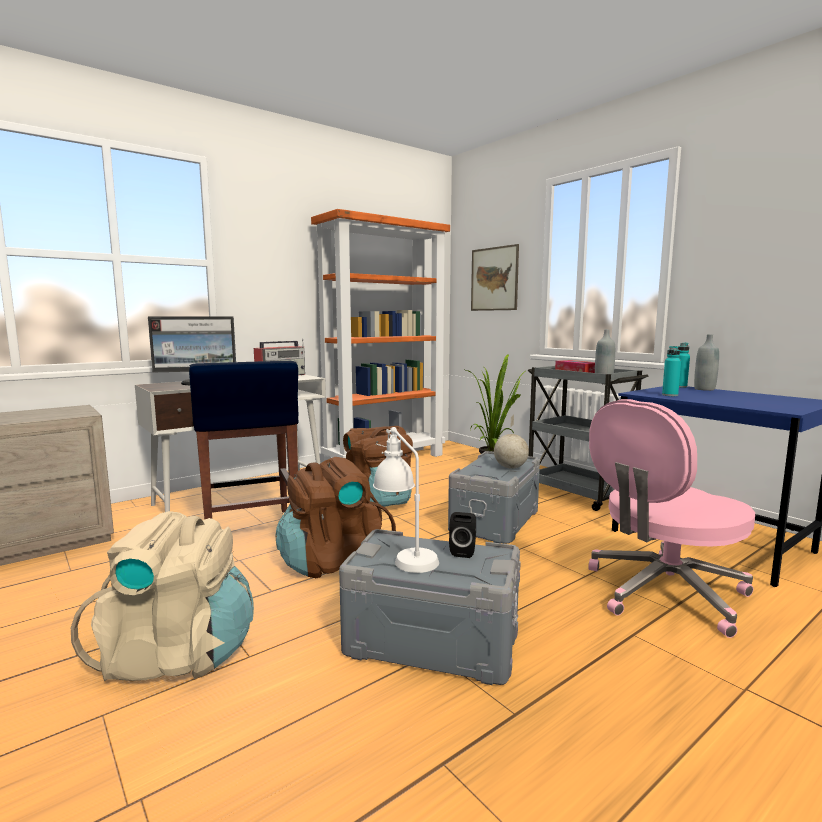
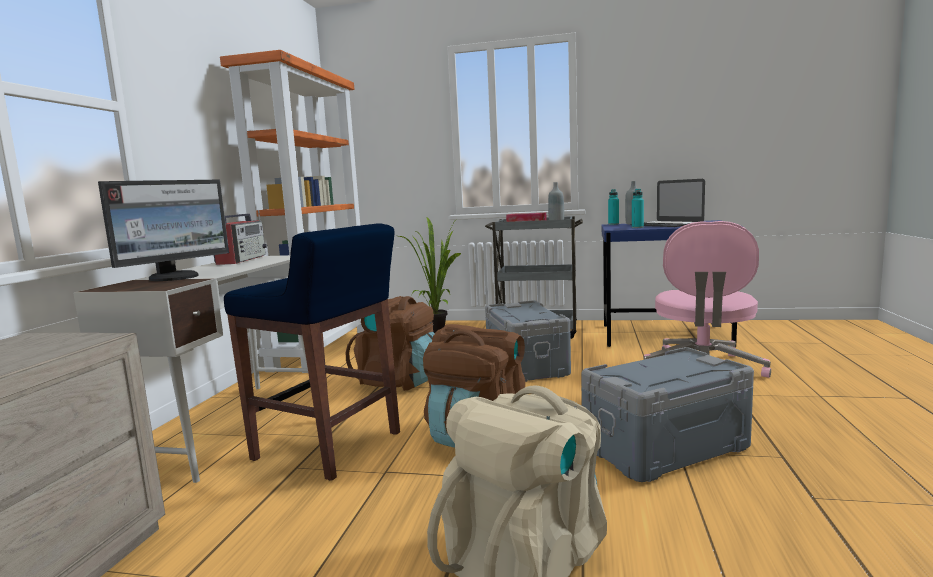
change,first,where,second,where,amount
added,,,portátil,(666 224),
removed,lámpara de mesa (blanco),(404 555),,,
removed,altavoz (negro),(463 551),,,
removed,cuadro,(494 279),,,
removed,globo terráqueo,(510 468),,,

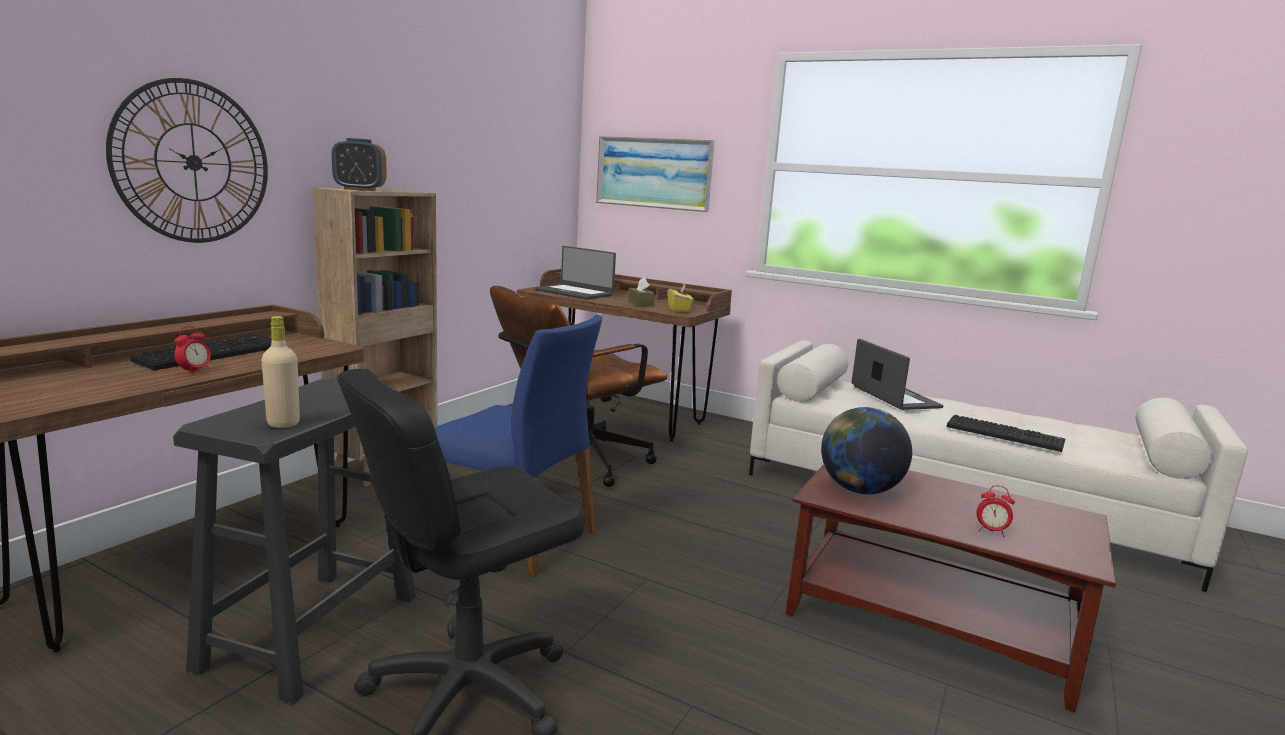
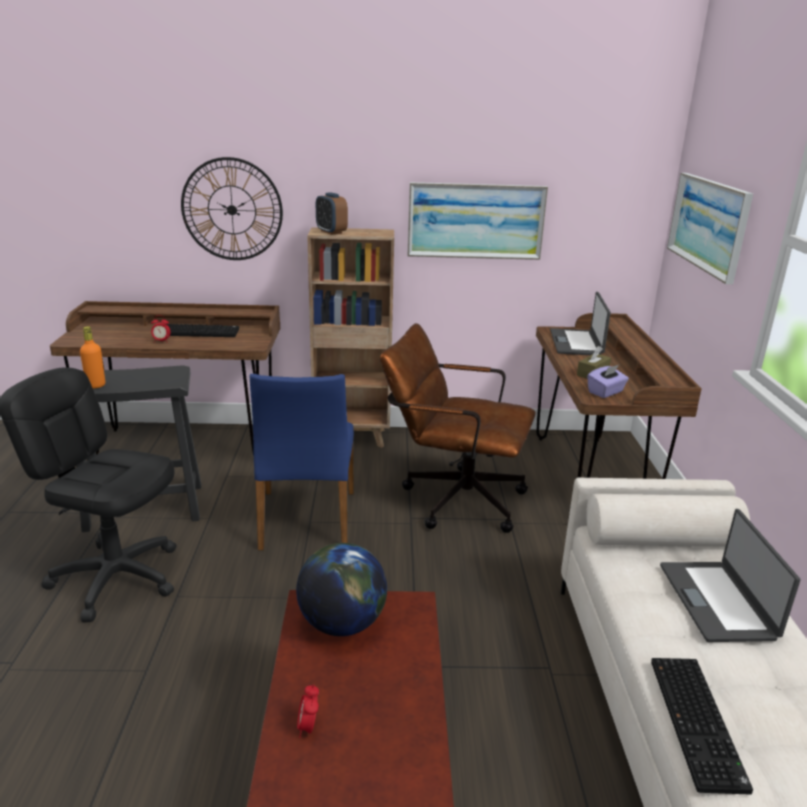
change,first,where,second,where,amount
recoloured,botella (beis),(283 423),botella (naranja),(96 385),
added,,,cuadro,(475 221),
recoloured,caja de pañuelos (amarillo),(679 310),caja de pañuelos (morado),(606 392),
turned,portátil,(893 397),,(718 601),135 degrees clockwise

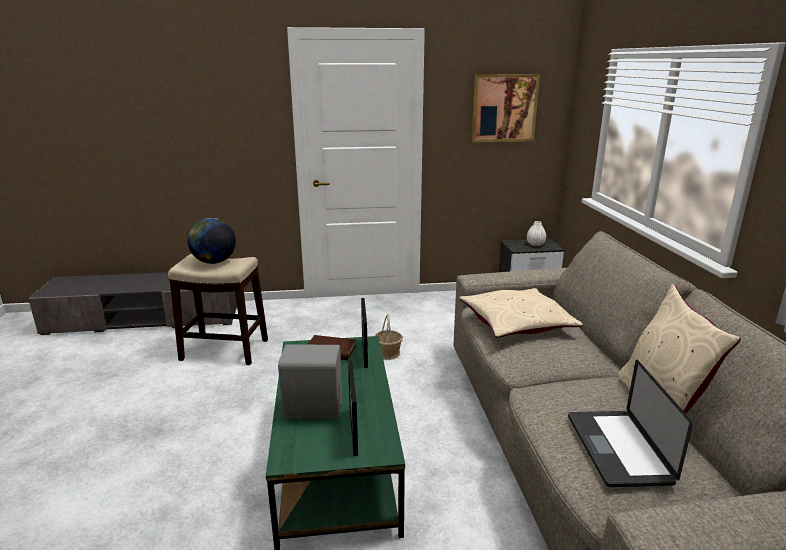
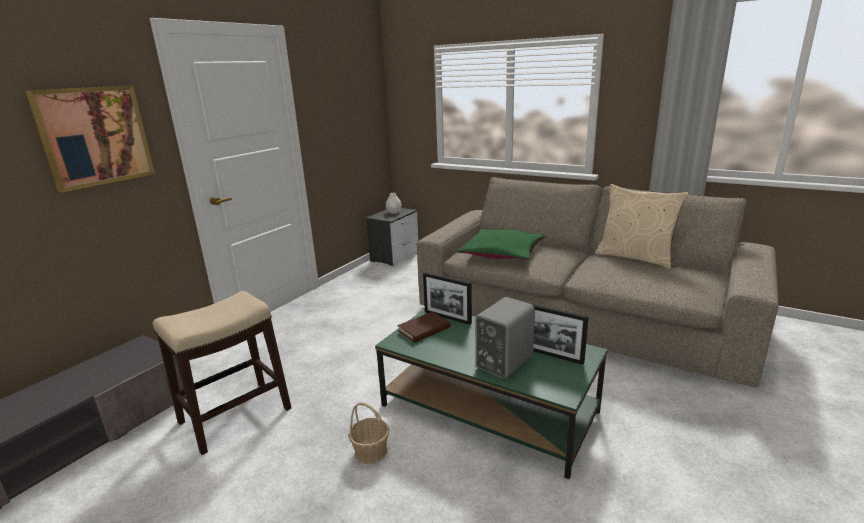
change,first,where,second,where,amount
moved,cuadro,(504 108),,(95 136),
moved,cesta,(388 353),,(371 452),
recoloured,cojín (beis),(516 323),cojín (verde),(502 253),
removed,globo terráqueo,(214 262),,,
removed,portátil,(617 448),,,

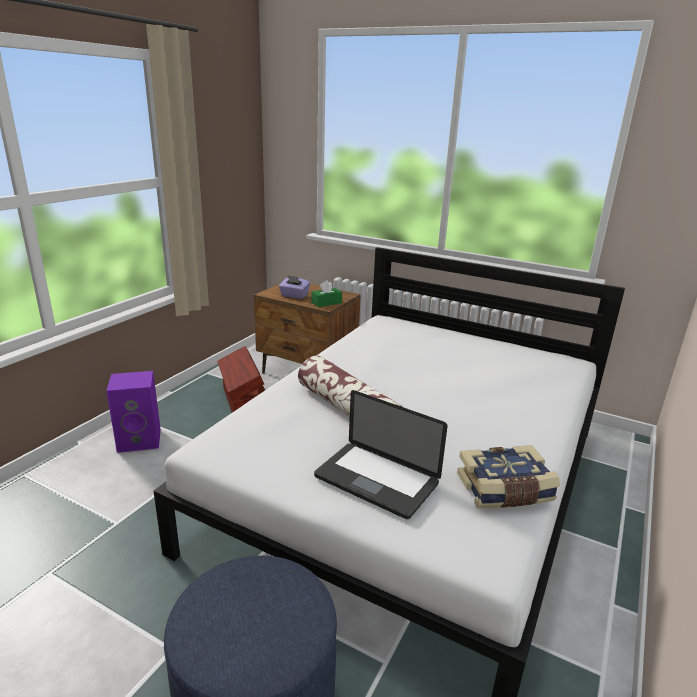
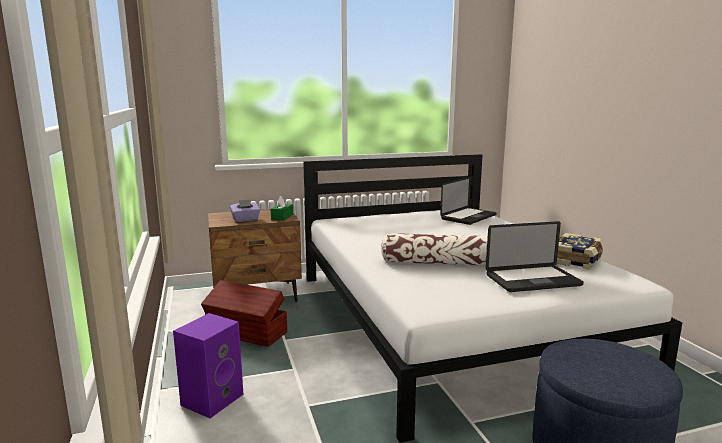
change,first,where,second,where,amount
added,,,portátil,(468 217),

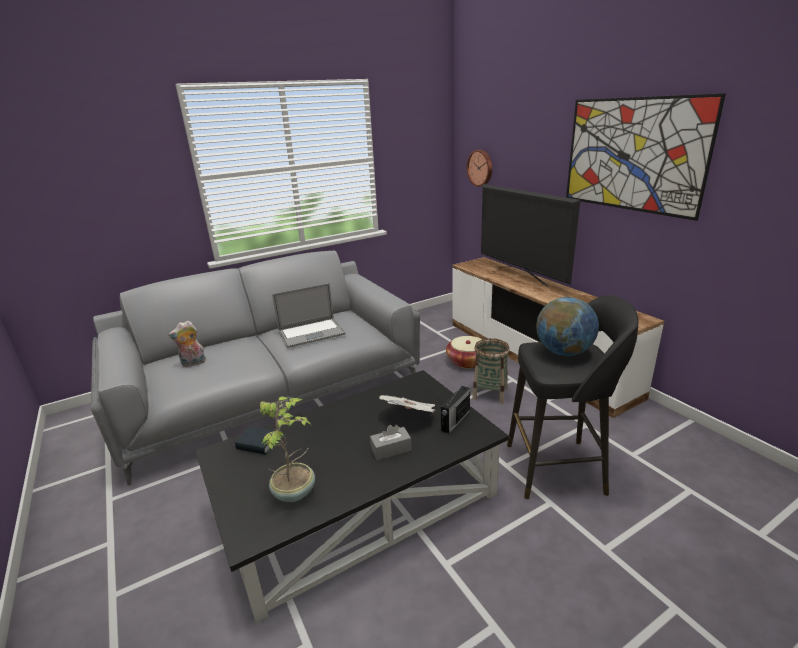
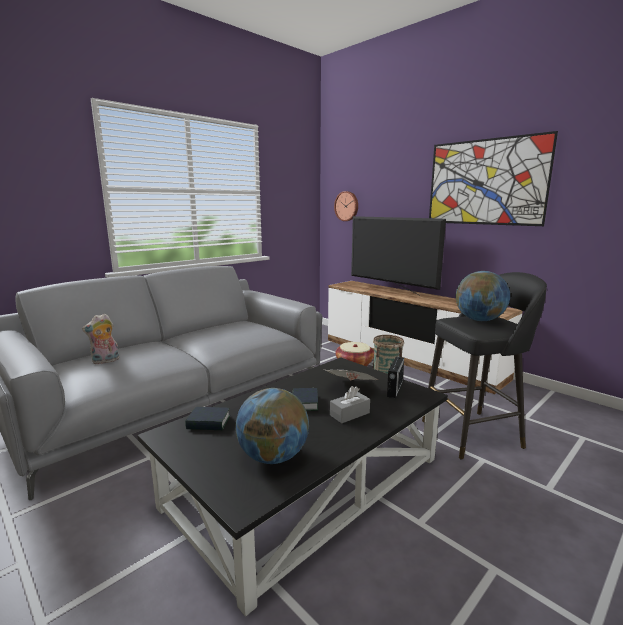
change,first,where,second,where,amount
replaced,planta en maceta,(295 492),globo terráqueo,(273 457),
added,,,libro,(304 403),
removed,portátil,(311 333),,,

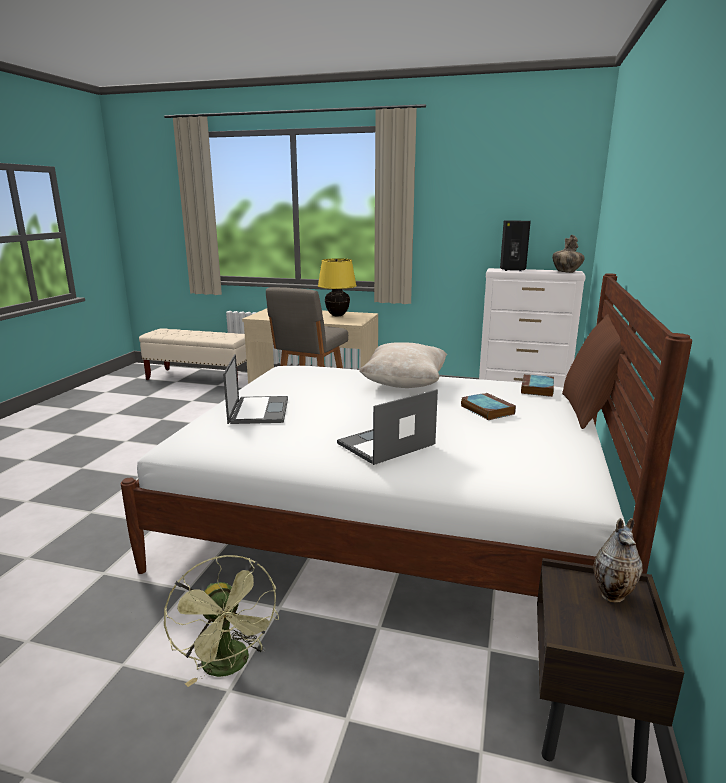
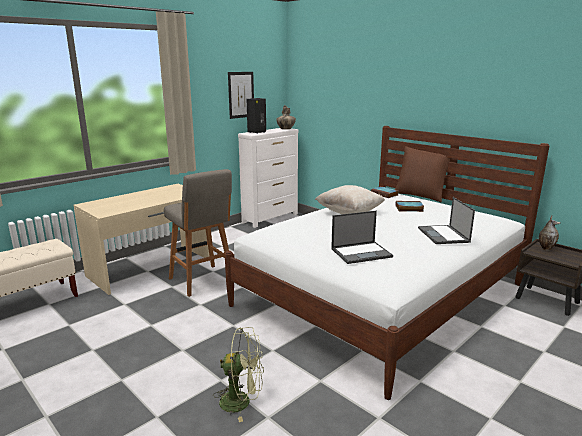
change,first,where,second,where,amount
moved,ventilador (verde),(230 666),,(242 401),
added,,,cuadro,(241 95),
turned,portátil,(259 410),,(362 253),135 degrees clockwise
removed,lámpara de mesa (amarillo),(337 315),,,

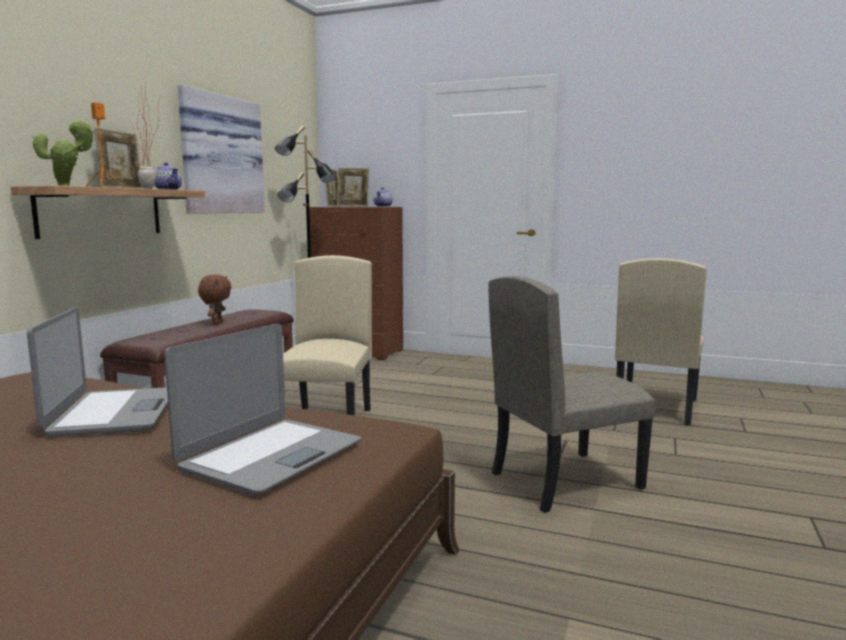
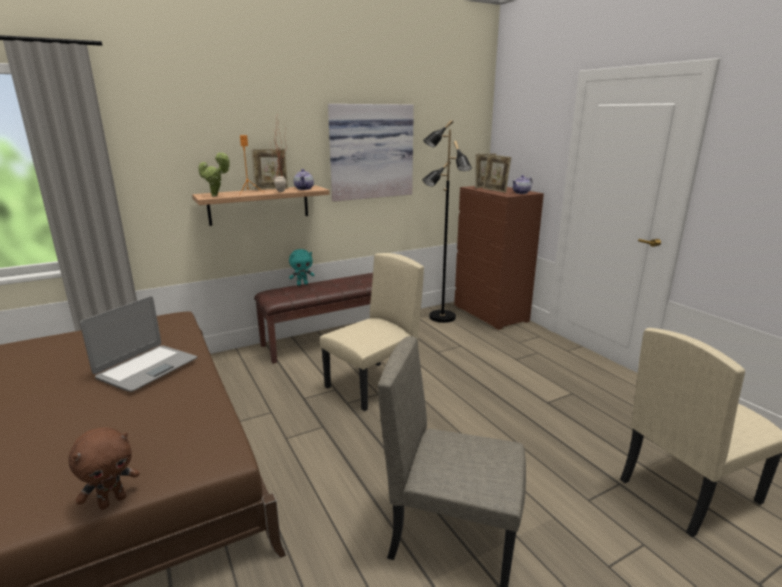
change,first,where,second,where,amount
moved,peluche (marrón),(216 323),,(112 501),
added,,,peluche (turquesa),(302 284),
removed,portátil,(271 456),,,

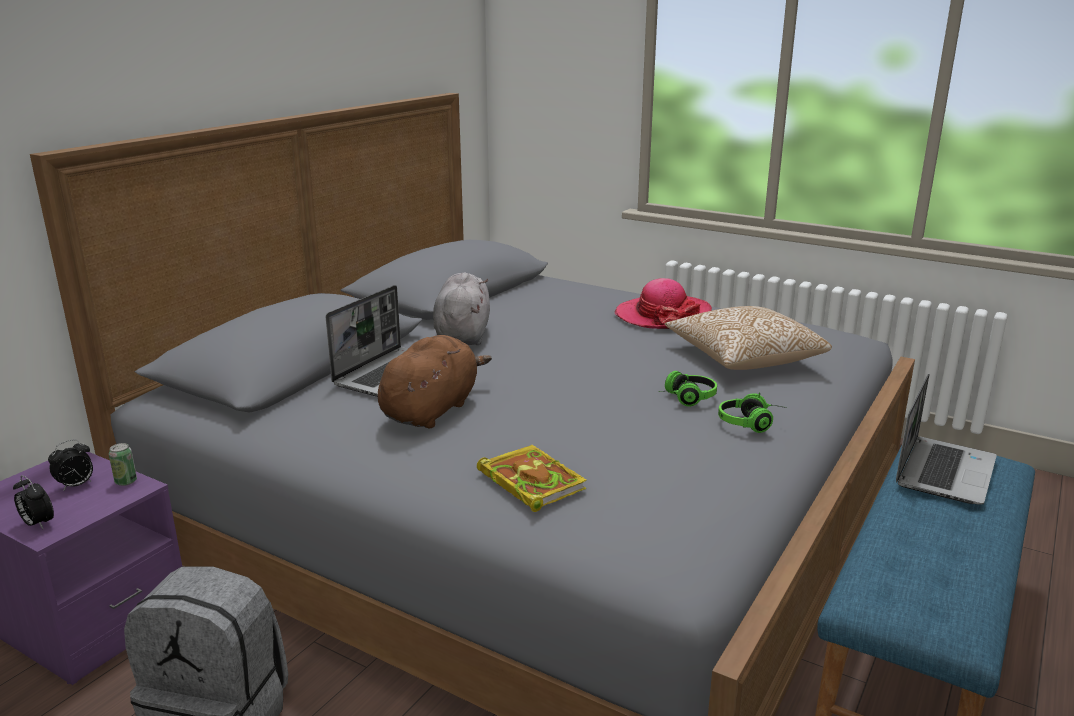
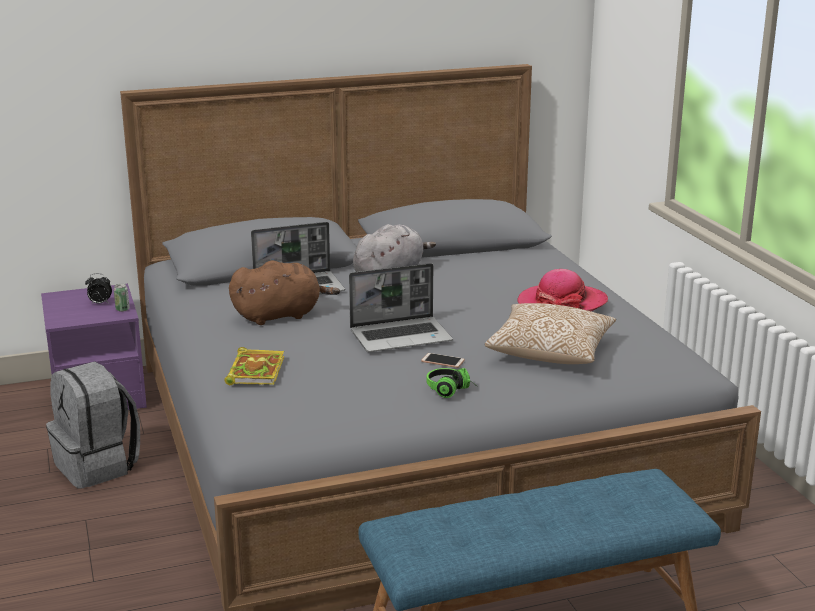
change,first,where,second,where,amount
moved,portátil,(943 471),,(401 336),
replaced,auriculares,(684 398),móvil,(442 361),
removed,despertador,(37 524),,,

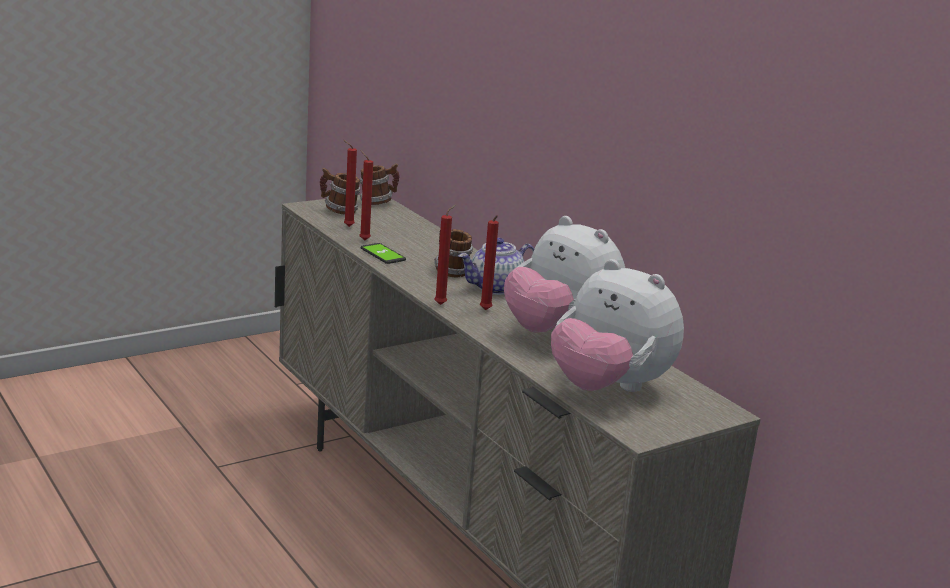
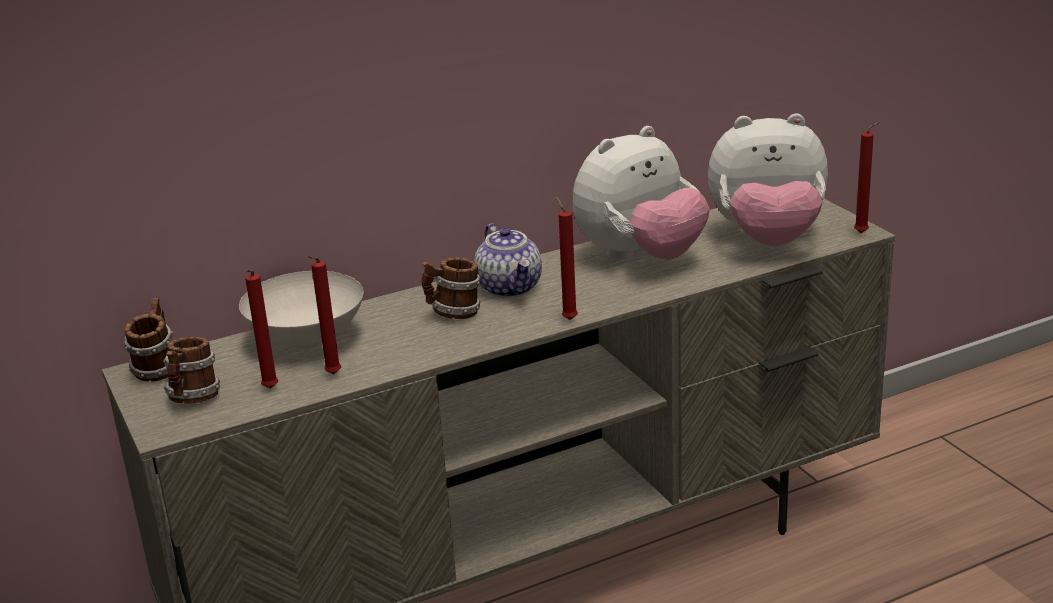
change,first,where,second,where,amount
added,,,cuenco (blanco),(305 339),
turned,peluche,(608 388),,(768 240),45 degrees clockwise
moved,vela (rojo),(485 311),,(863 233),
removed,móvil,(383 254),,,

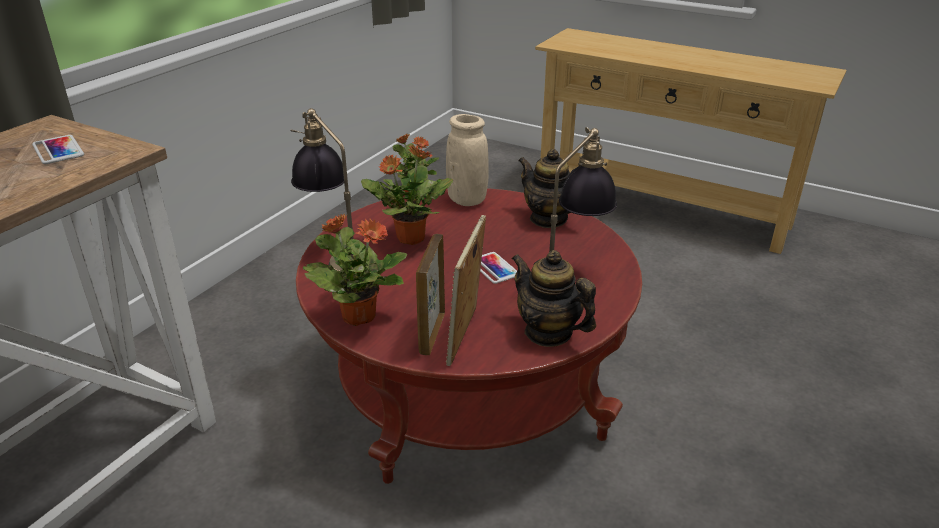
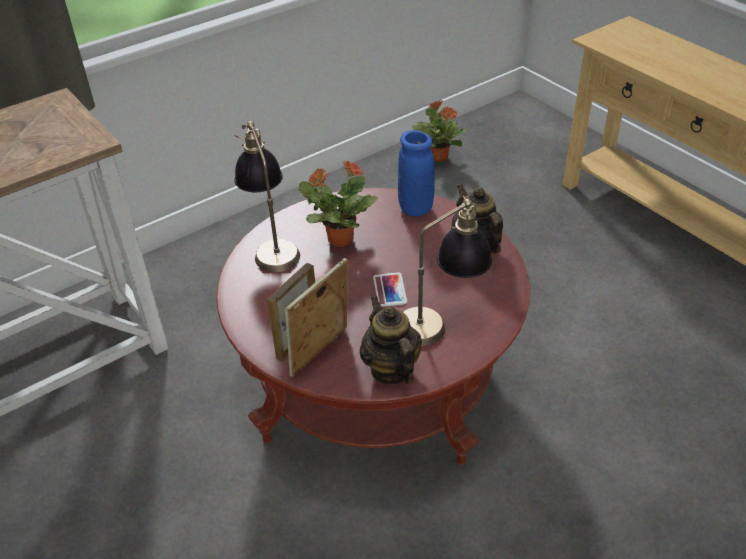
change,first,where,second,where,amount
recoloured,florero (beis),(467 200),florero (azul),(415 208),
removed,móvil,(58 150),,,
removed,planta en maceta,(358 315),,,

